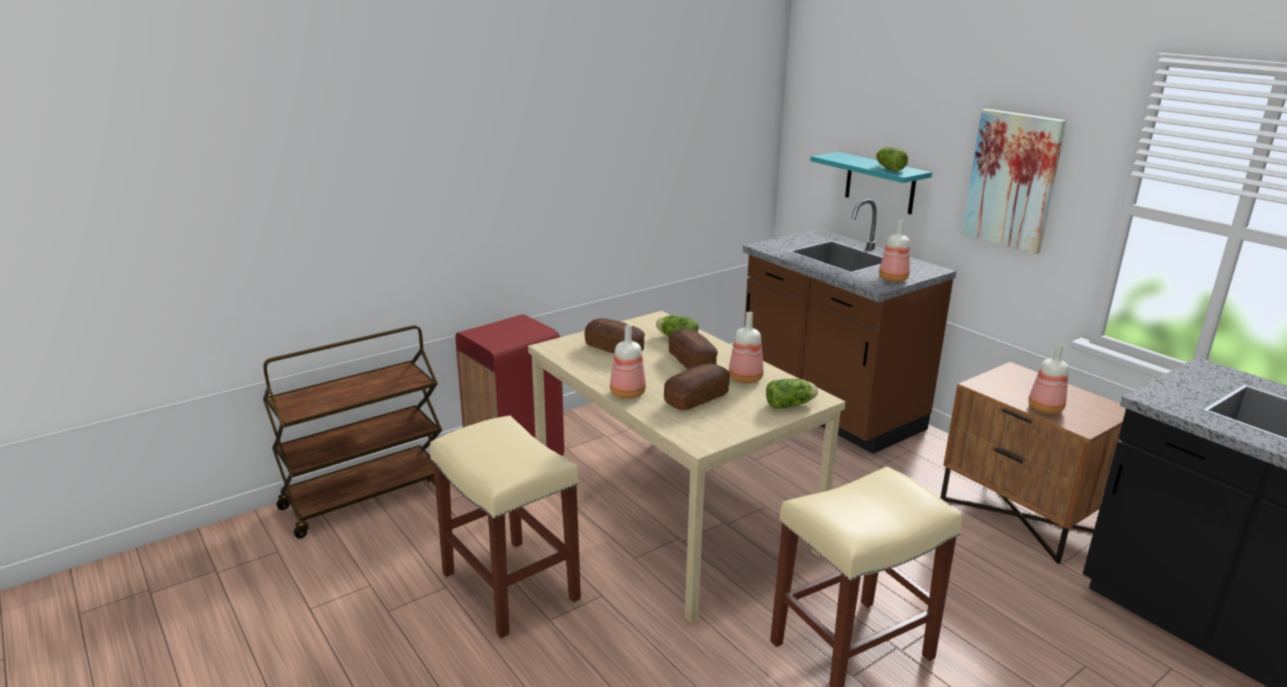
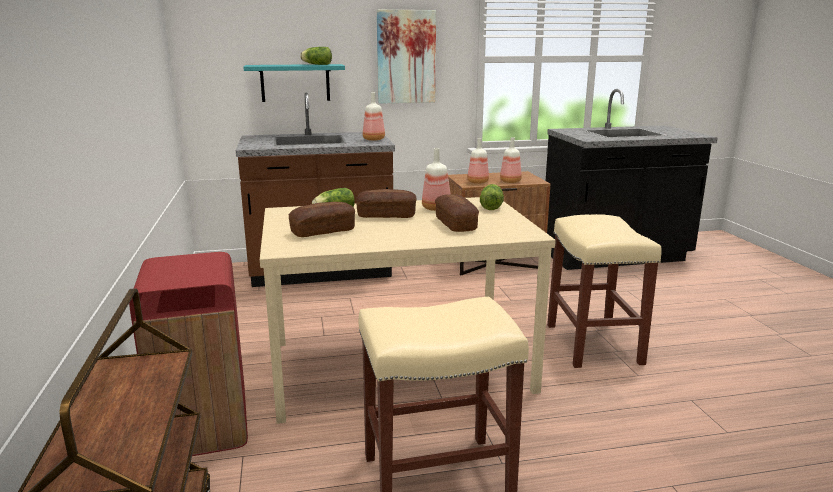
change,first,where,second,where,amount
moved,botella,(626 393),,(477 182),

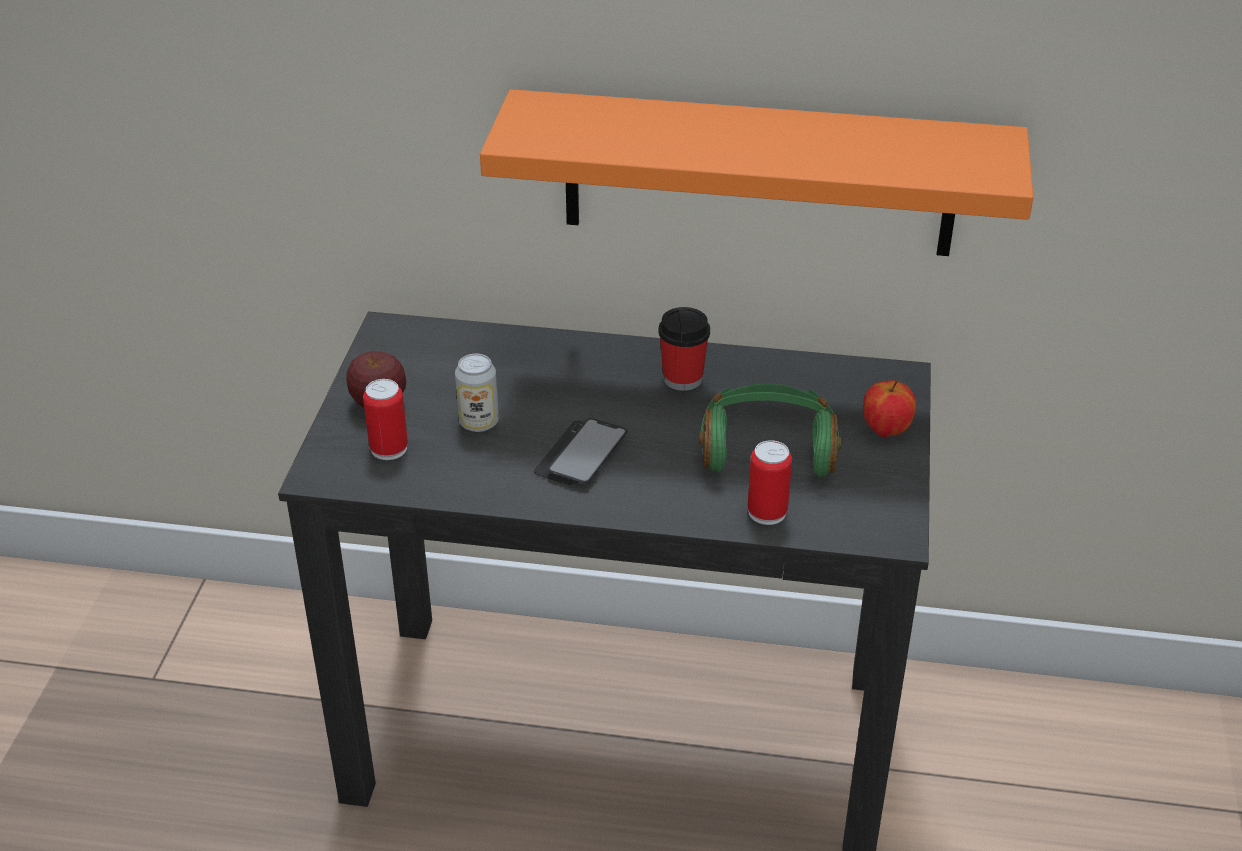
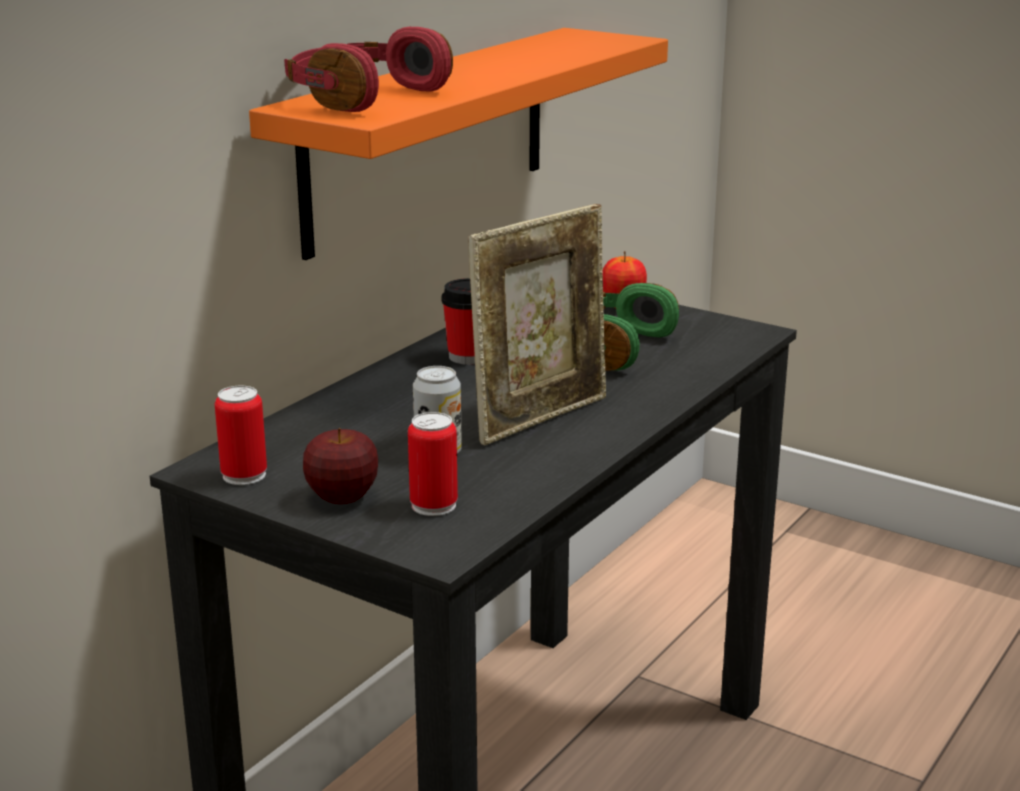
change,first,where,second,where,amount
moved,lata,(767 512),,(244 475),
added,,,auriculares (rojo),(362 97),
replaced,móvil,(581 454),portarretratos,(541 417),

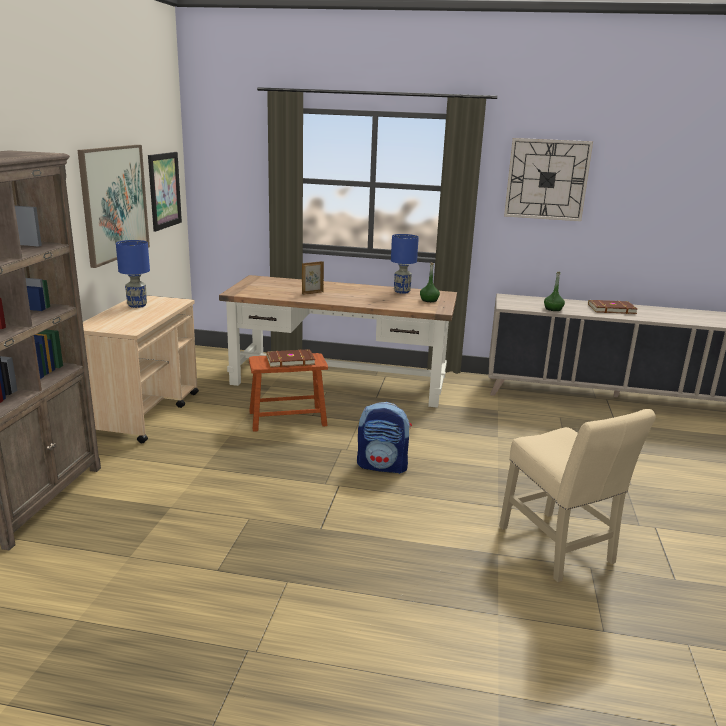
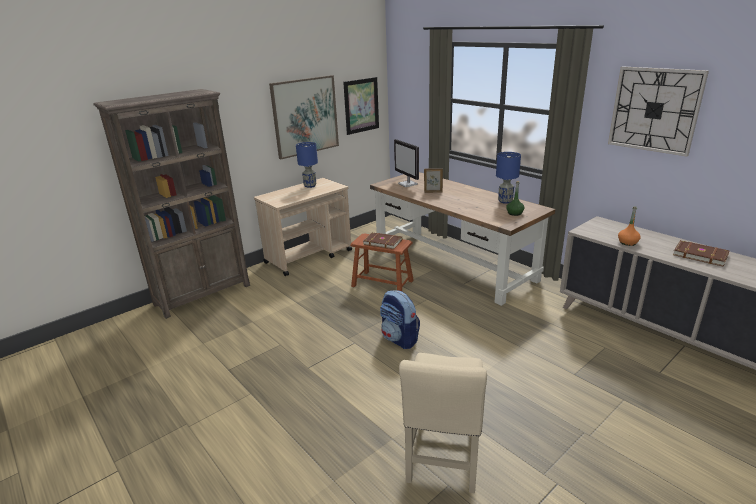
change,first,where,second,where,amount
added,,,monitor,(408 184),
recoloured,botella (verde),(553 309),botella (naranja),(627 242),

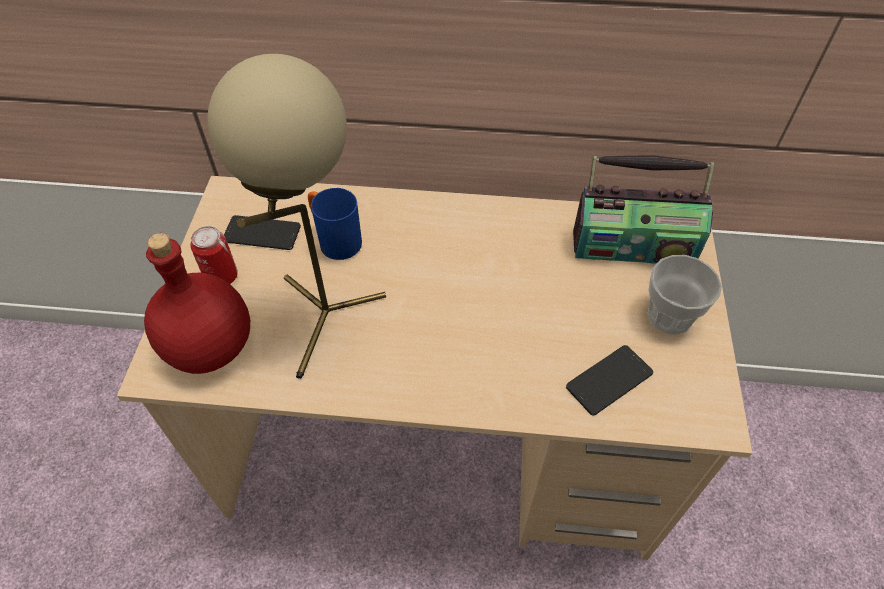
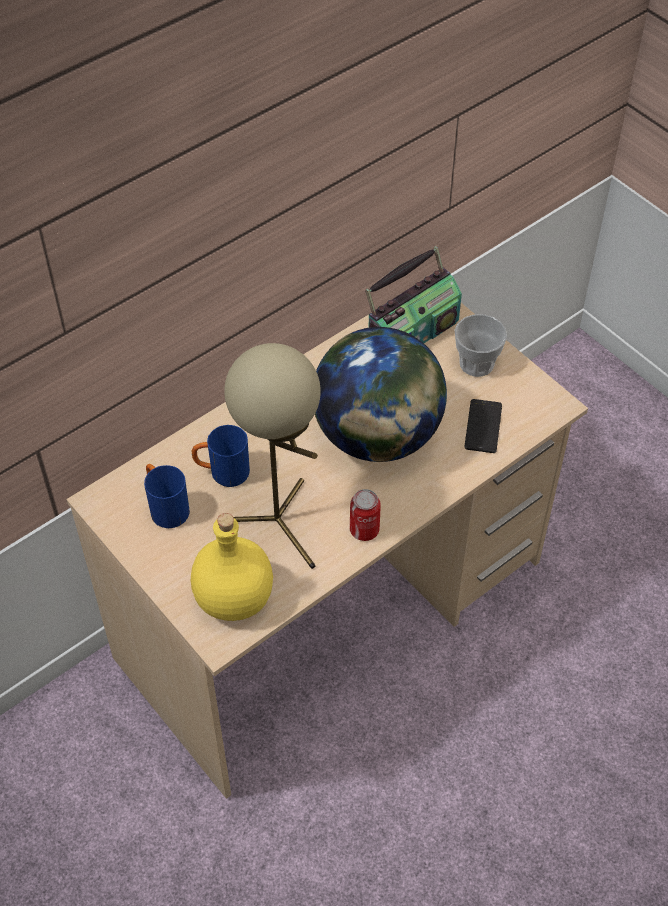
change,first,where,second,where,amount
replaced,móvil,(262 233),taza grande (azul),(165 507),
recoloured,botella (rojo),(211 349),botella (amarillo),(235 599),
added,,,globo terráqueo,(377 436),
moved,lata,(221 276),,(364 530),

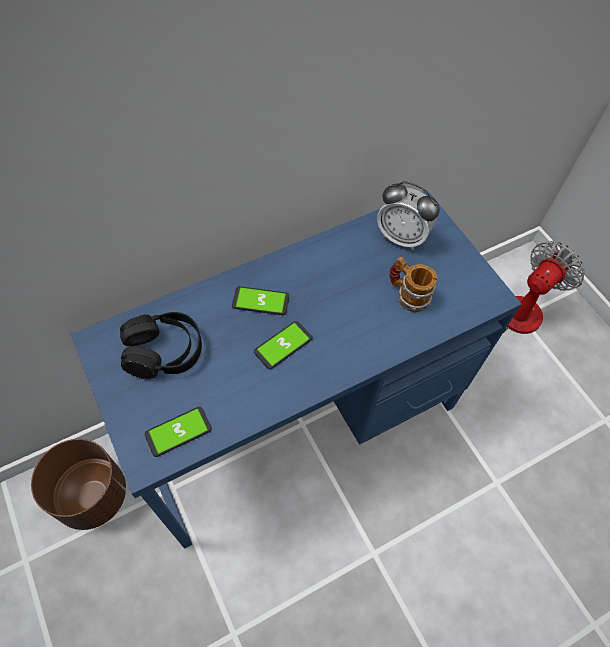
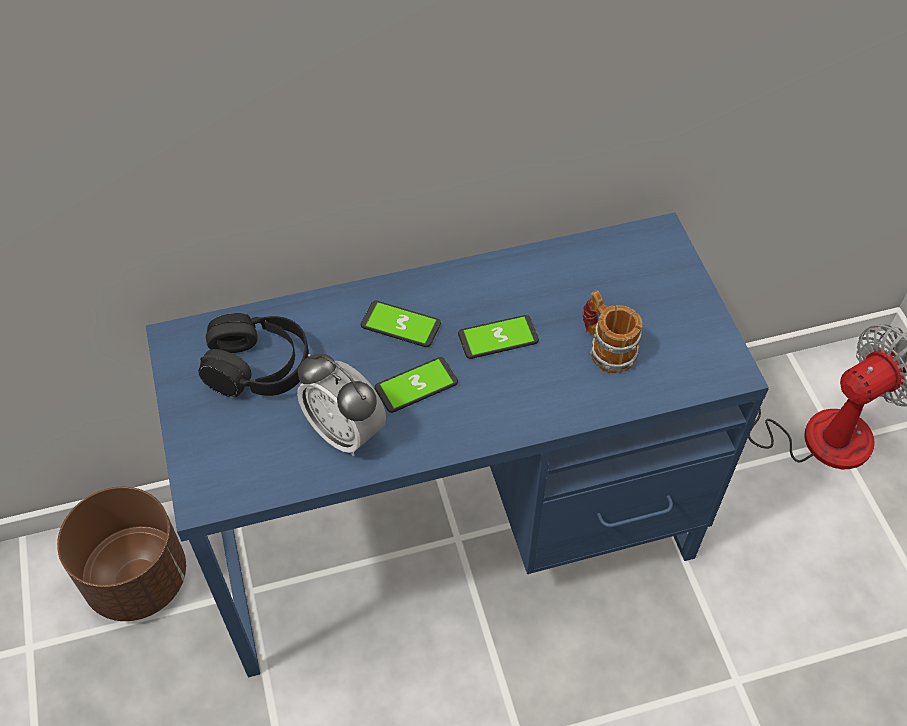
change,first,where,second,where,amount
moved,despertador,(401 237),,(345 432),
moved,móvil,(178 432),,(498 338),

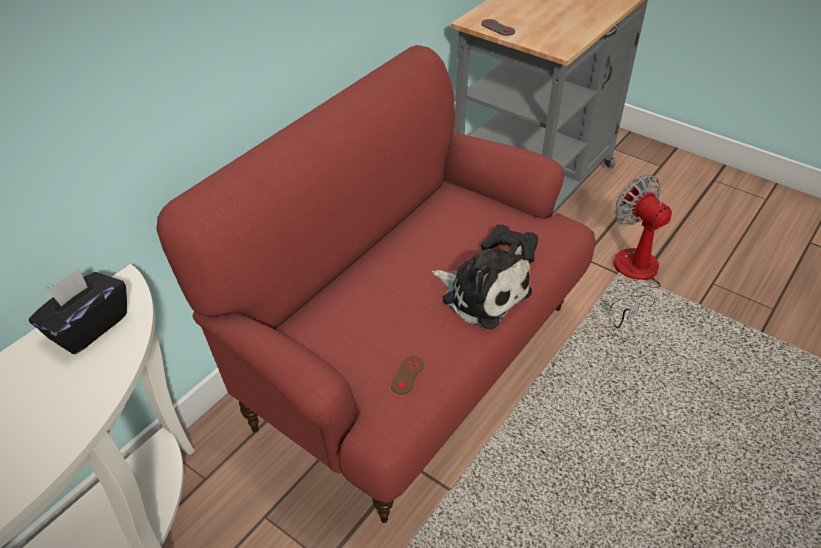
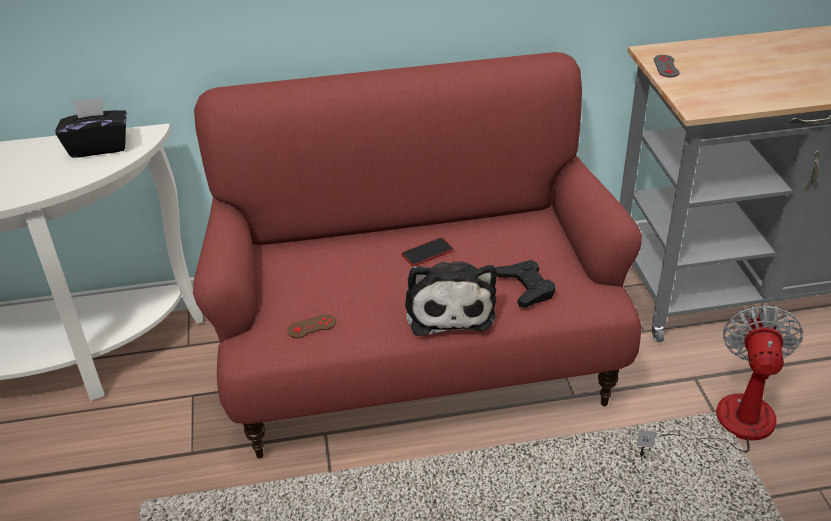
change,first,where,second,where,amount
added,,,móvil,(427 253),

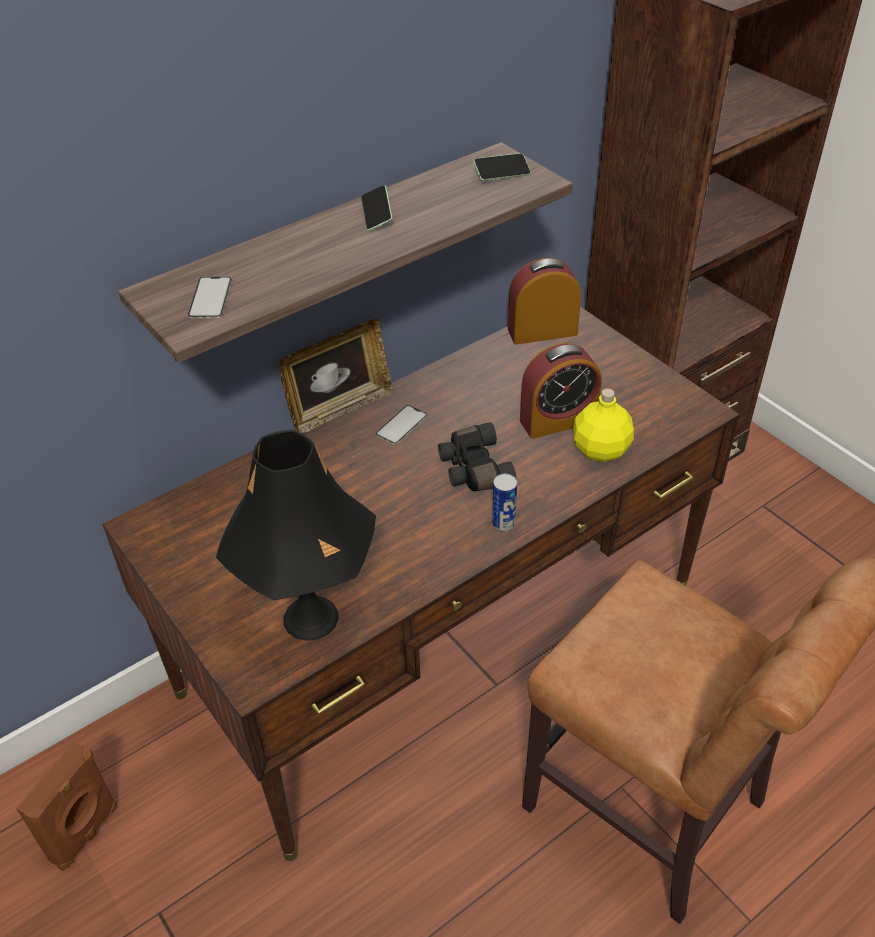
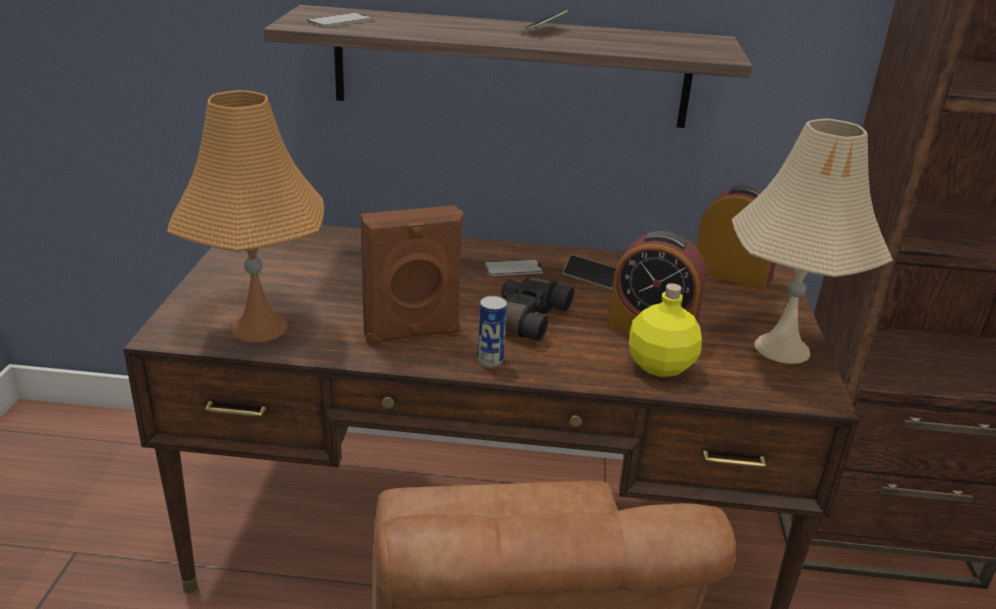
change,first,where,second,where,amount
recoloured,lámpara de mesa (negro),(310 618),lámpara de mesa (naranja),(258 327),
moved,altavoz (marrón),(86 834),,(412 334),
moved,móvil,(502 174),,(591 279),
added,,,lámpara de mesa (beis),(782 348),
removed,portarretratos,(339 408),,,

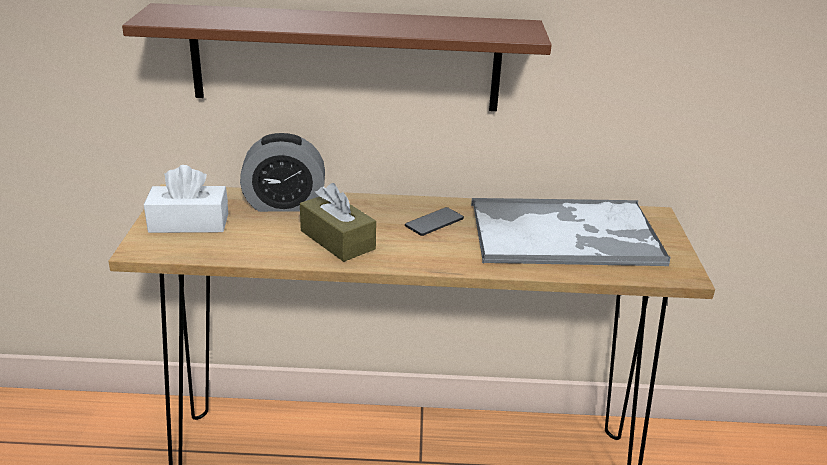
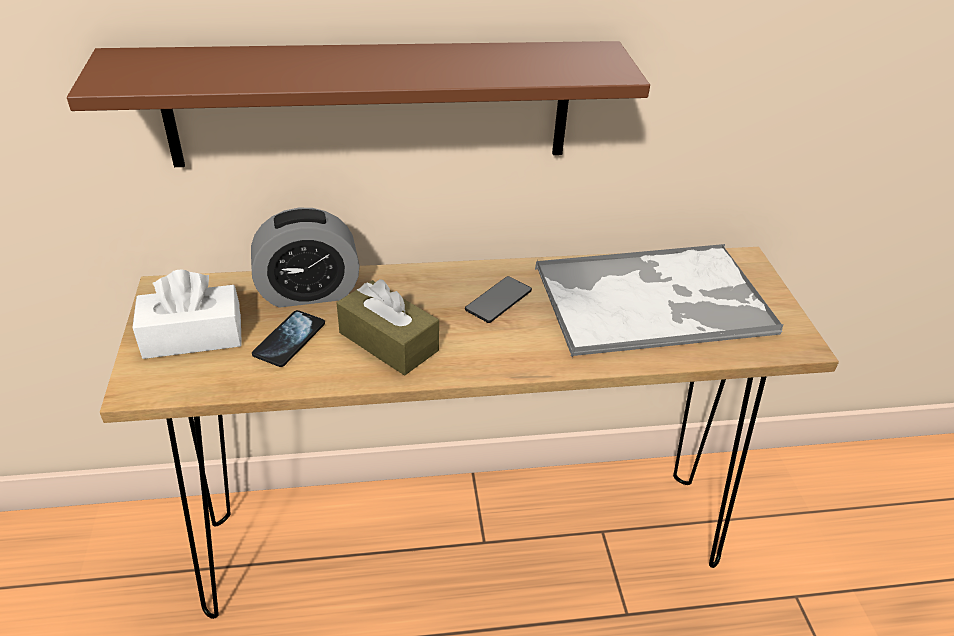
change,first,where,second,where,amount
added,,,móvil,(289 340),

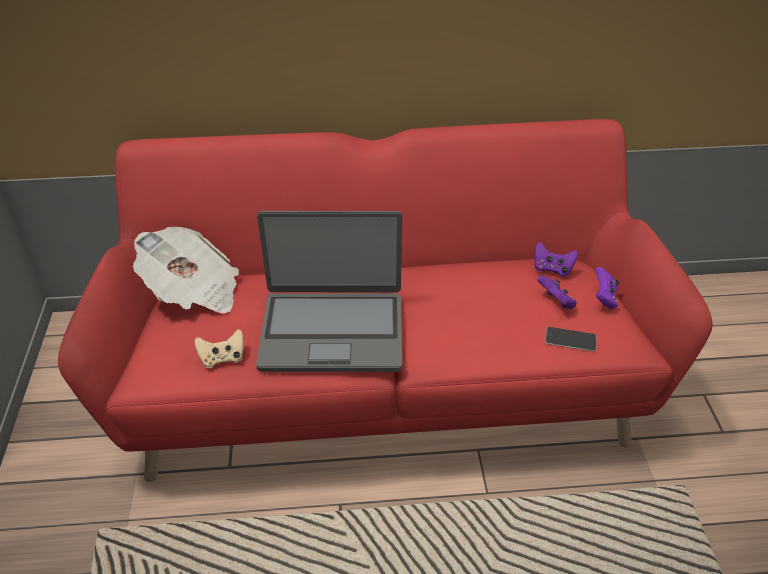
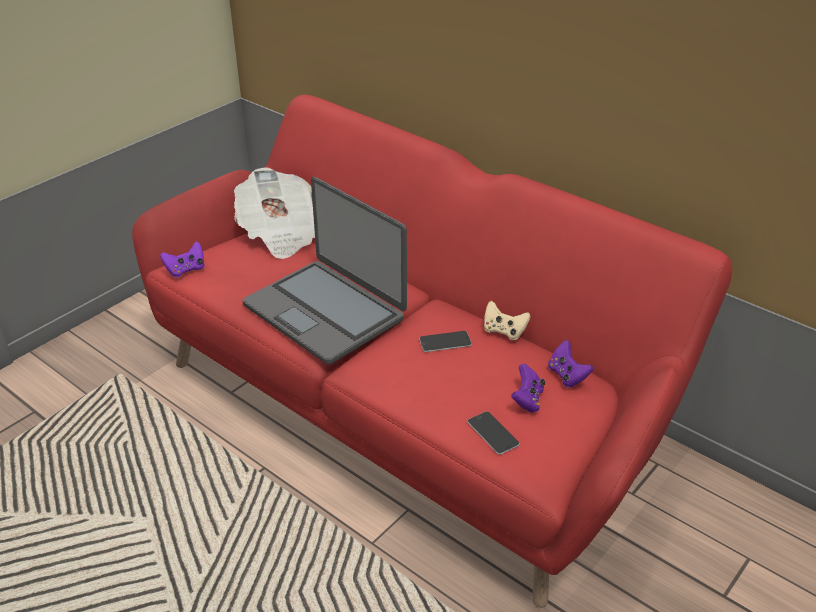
change,first,where,second,where,amount
moved,mando de consola (morado),(604 298),,(186 270),
added,,,móvil,(445 341),
moved,mando de consola (beis),(222 358),,(504 331),

